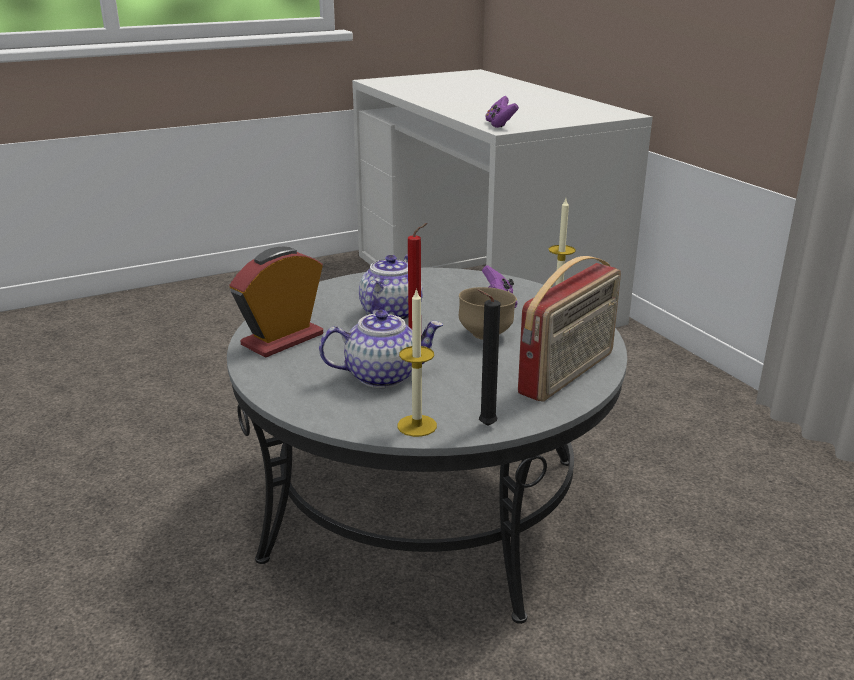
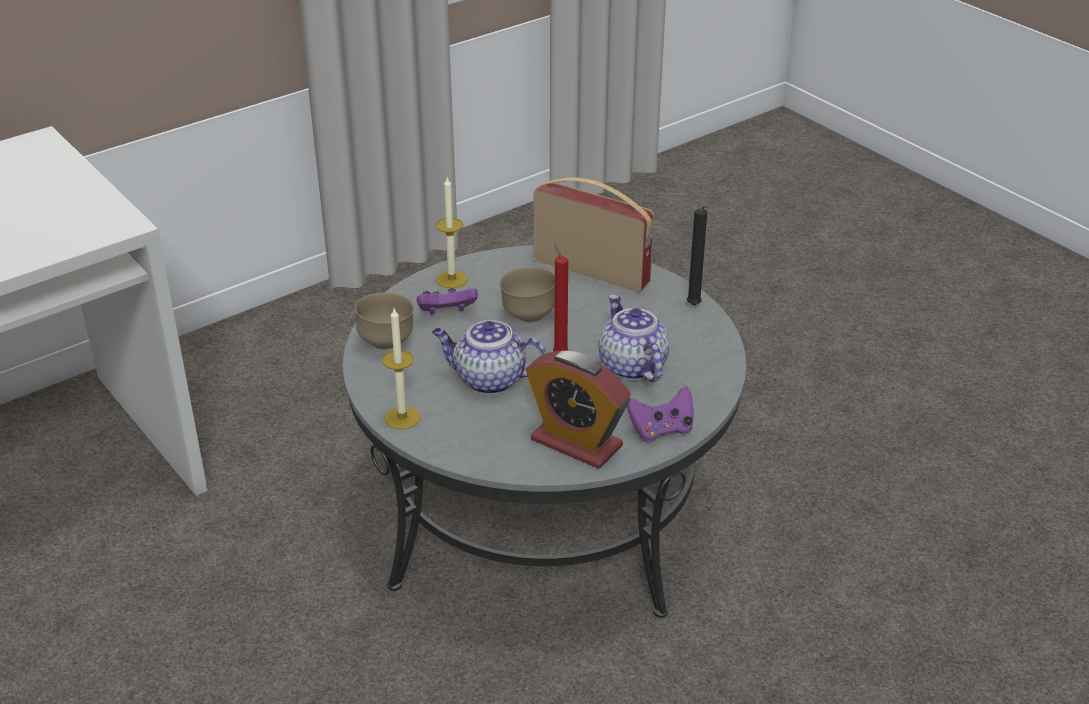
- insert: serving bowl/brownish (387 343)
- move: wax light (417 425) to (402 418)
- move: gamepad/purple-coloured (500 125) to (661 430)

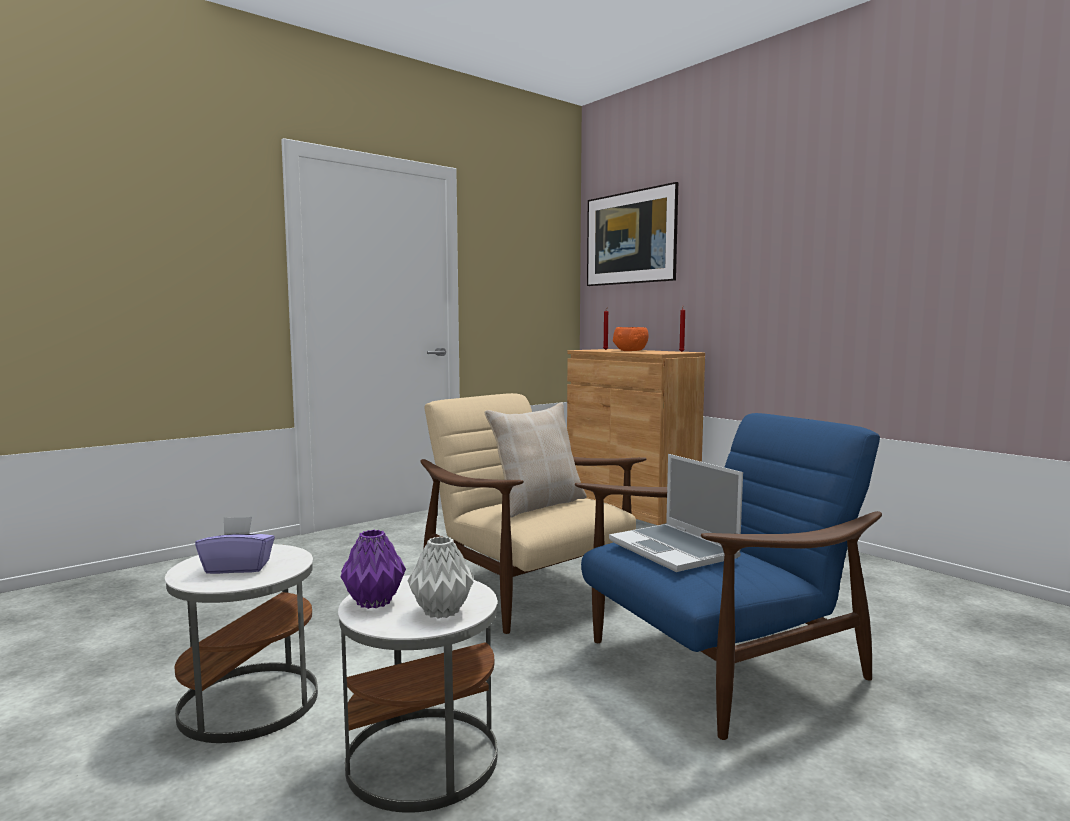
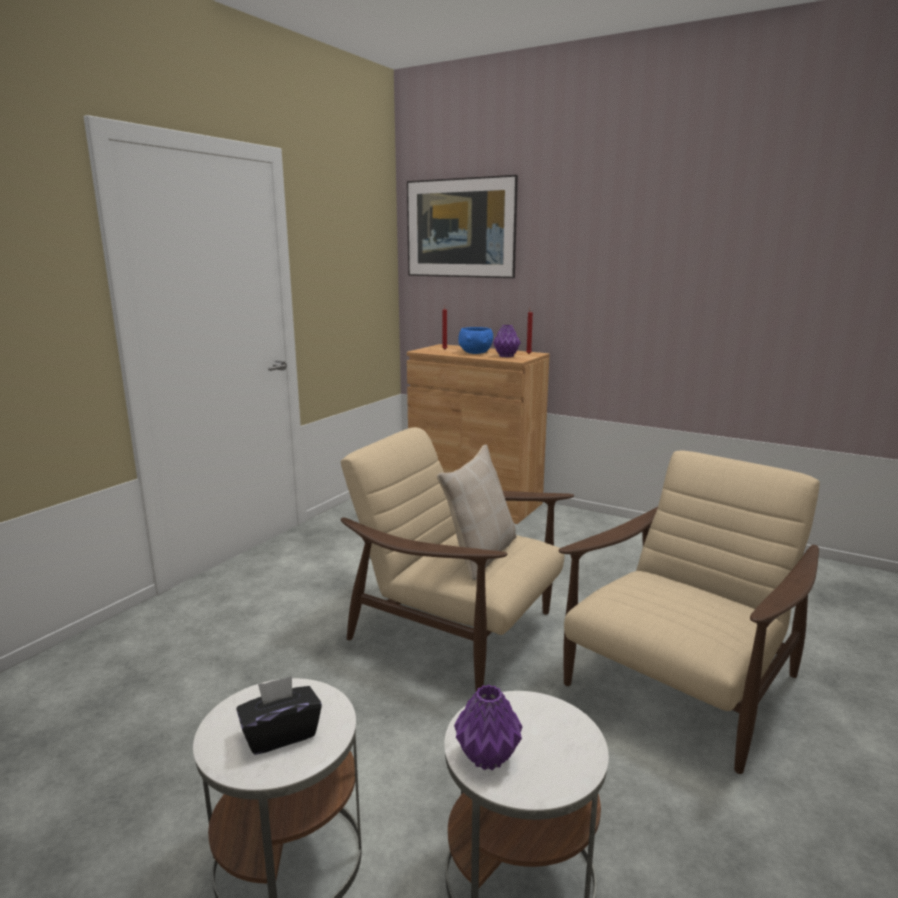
- delete: flower vase/greyish (440 612)
- delete: portable computer (675 550)
- insert: flower vase/purple-coloured (506 356)
- recolor: tissue holder/purple-coloured (238 567) to tissue holder/blackish (280 734)
- recolor: lounge chair/bluish (720 663) to lounge chair/beige (680 685)
- recolor: serving bowl/orange-coloured (630 351) to serving bowl/bluish (476 352)

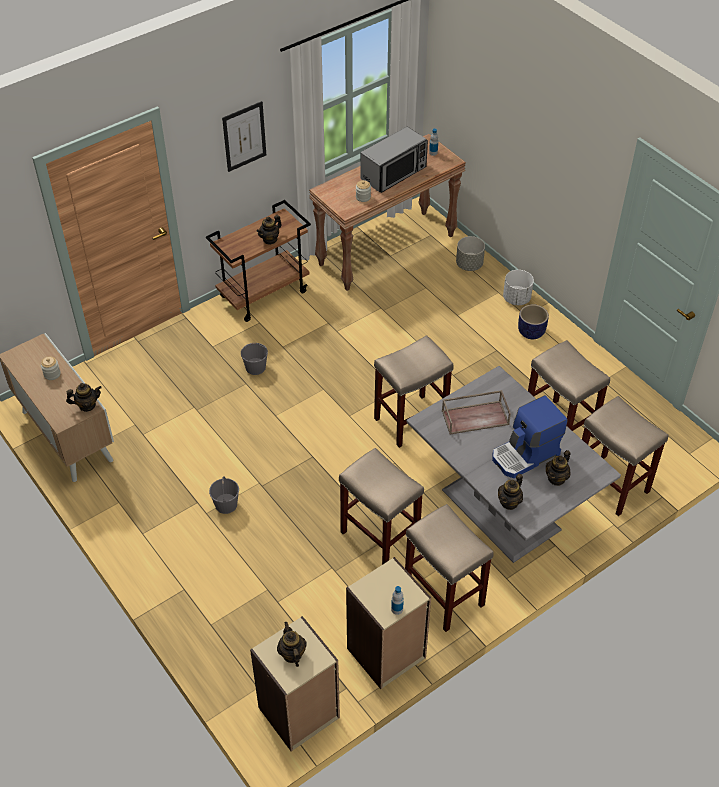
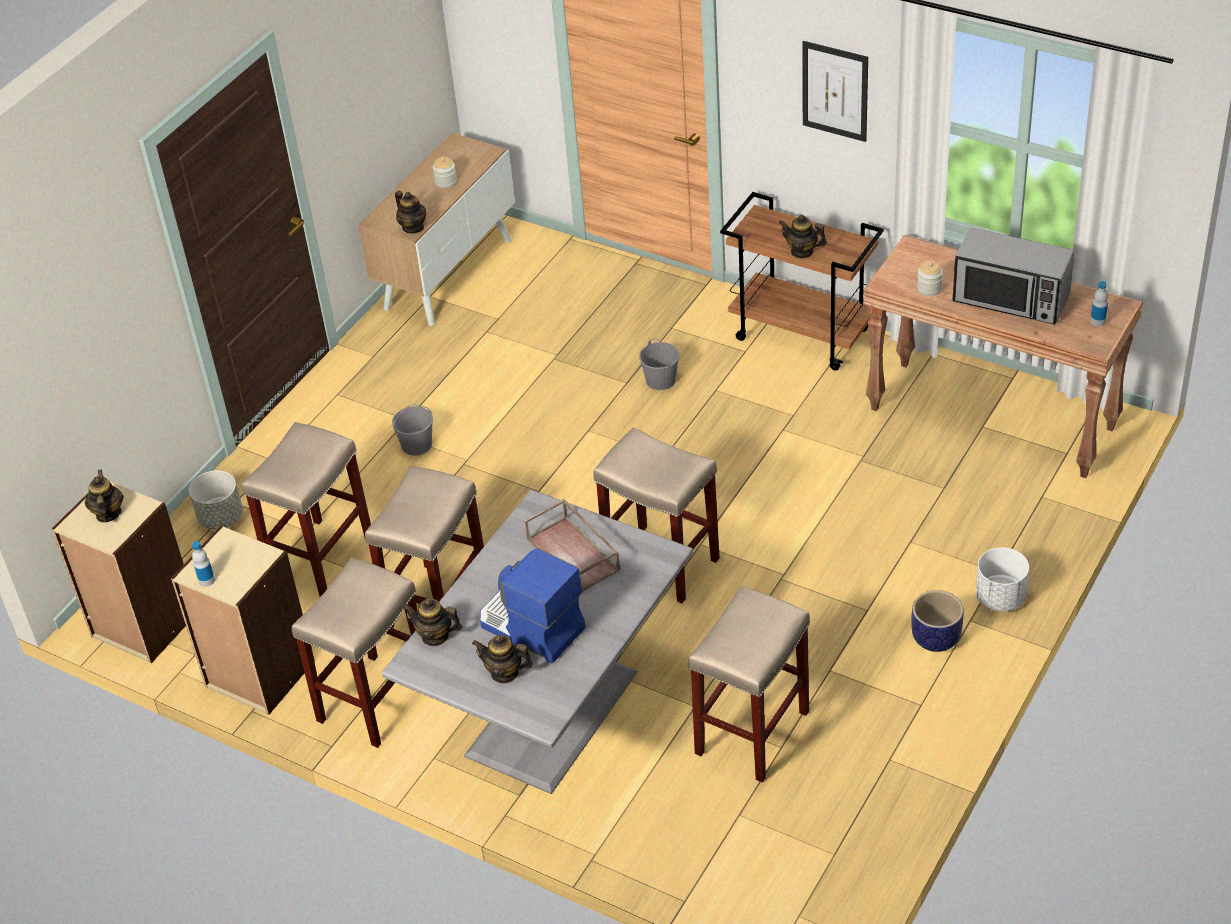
- move: flower pot/greyish (469 264) to (220 517)
- move: sitting stool/beige (612 485) to (321 560)
- rotate: teapot (292 654) = (108 514) 60 degrees counterclockwise

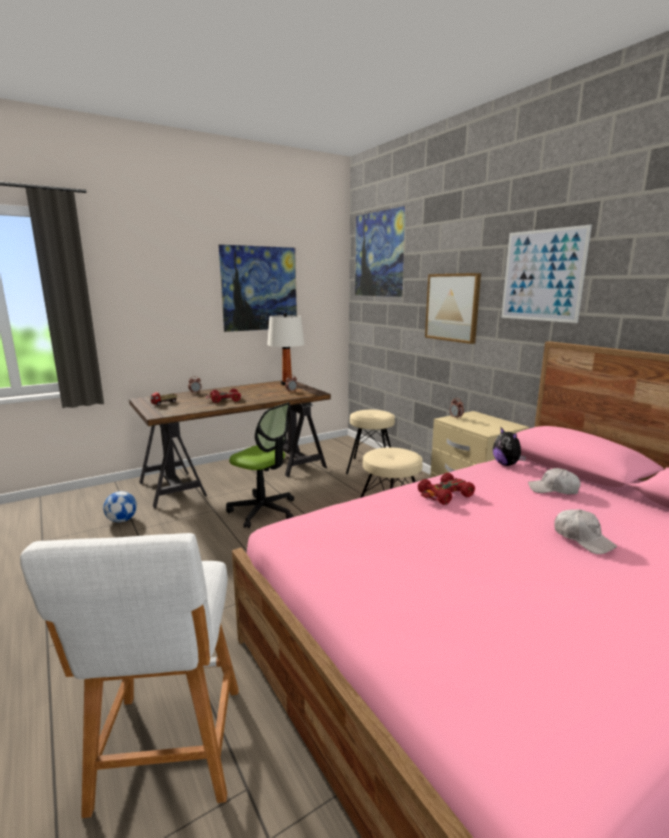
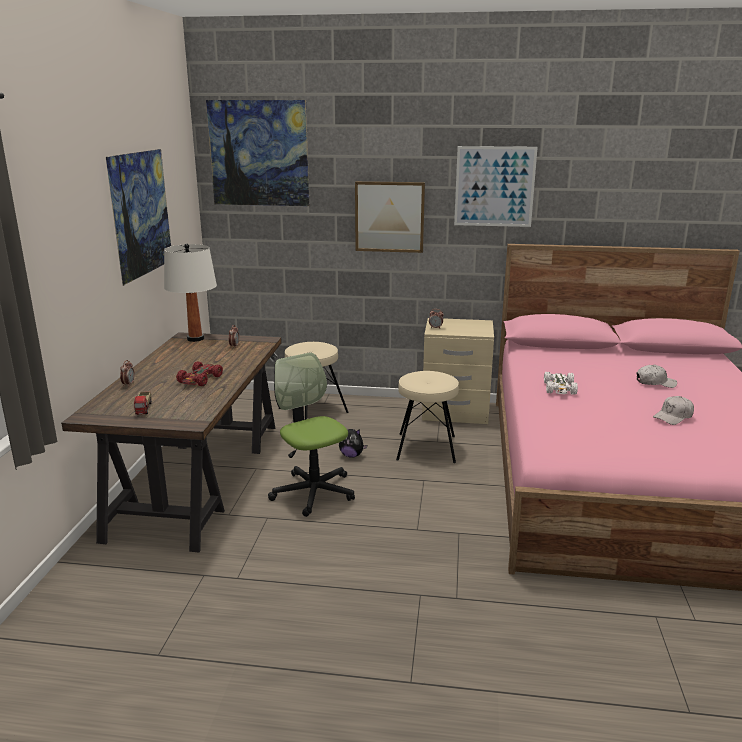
- delete: sitting stool/white-coloured (168 753)
- delete: football (122 520)
- move: cuddly toy (506 464) to (351 455)
- move: cap/white-coloured (553 489) to (673 417)
- recolor: model car/reddish (445 495) to model car/white-coloured (560 389)
- rotate: office chair (263 511) = (313 492) 105 degrees counterclockwise

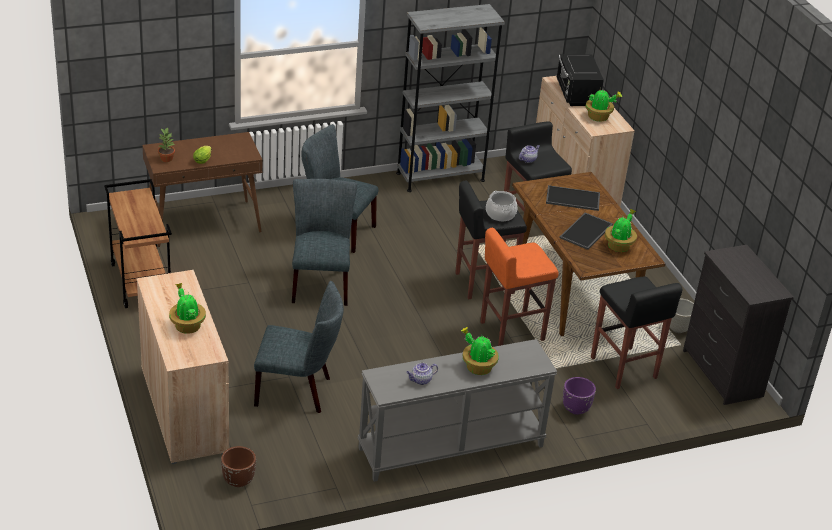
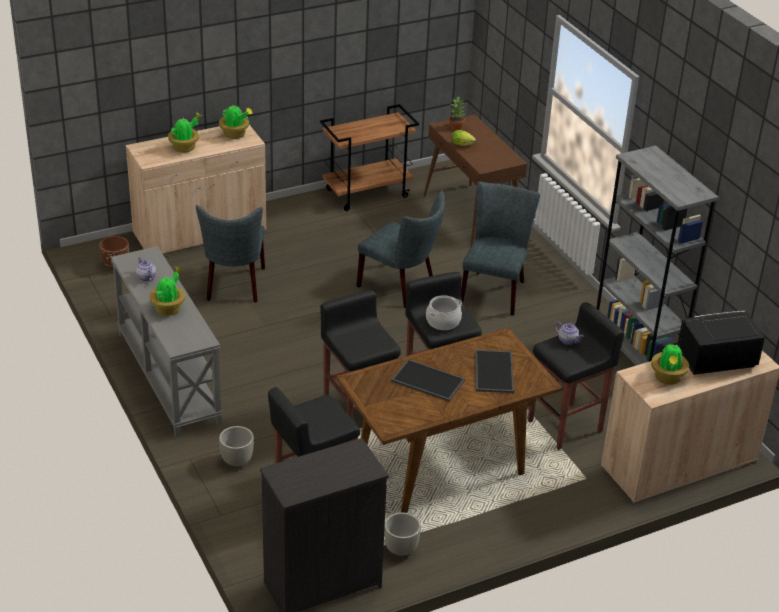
- move: potted plant (619 246) to (235 135)
- recolor: sitting stool/orange-coloured (510 331) to sitting stool/blackish (358 413)
- recolor: flower pot/purple-coloured (576 409) to flower pot/greyish (236 461)
- rotate: plain chair/greyish (320 282) = (401 287) 45 degrees clockwise

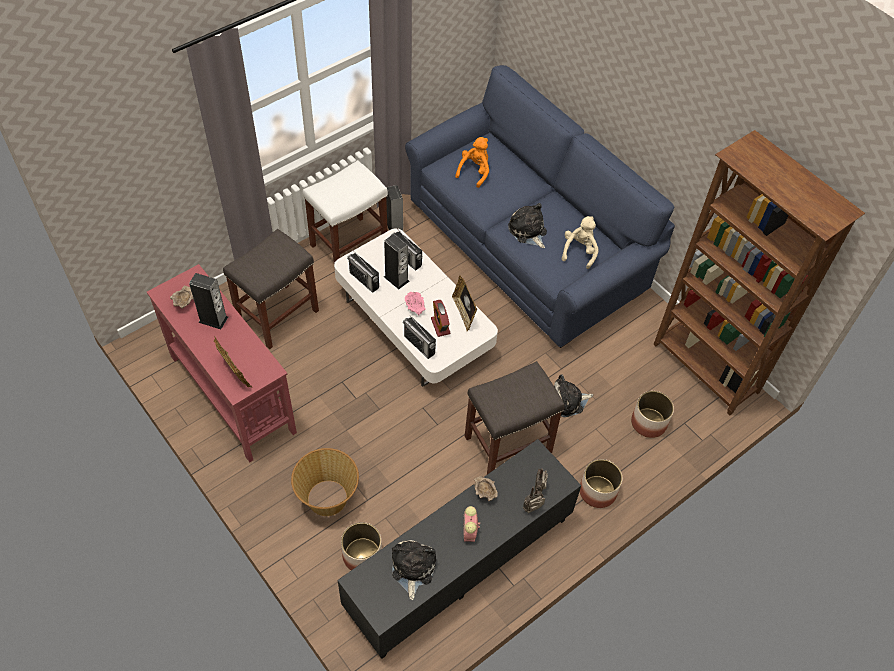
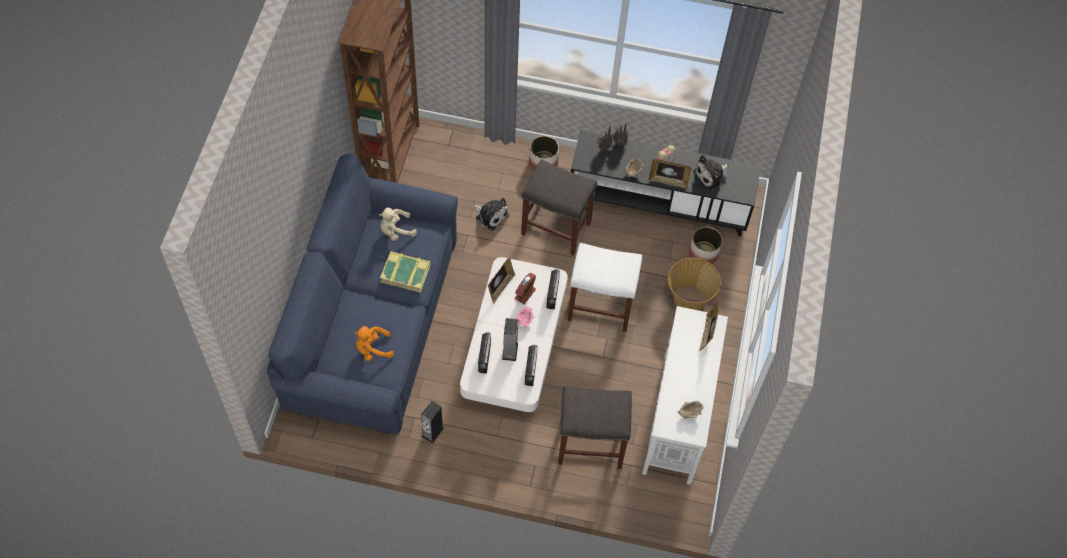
- delete: speaker (213 319)
- delete: flower pot (648 422)
- insert: standing frame (668 181)
- move: sitting stool/white-coloured (349 244) to (599 307)
- replace: cuddly toy (528 231) to book (406 273)
- recolor: narrow table/reddish (232 393) to narrow table/white-coloured (677 417)

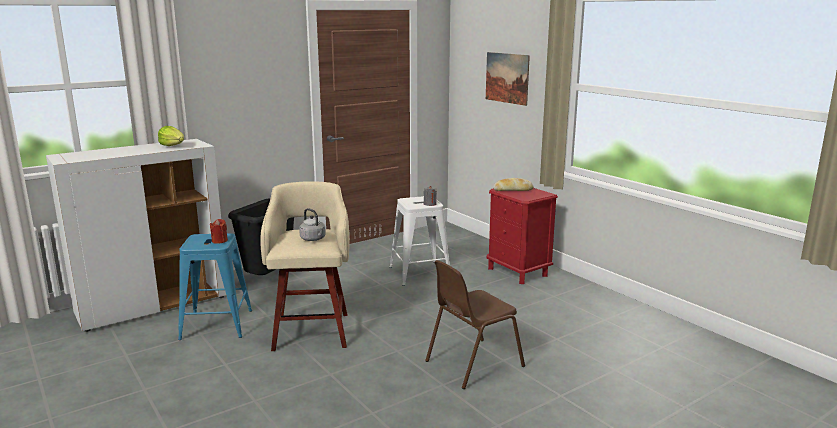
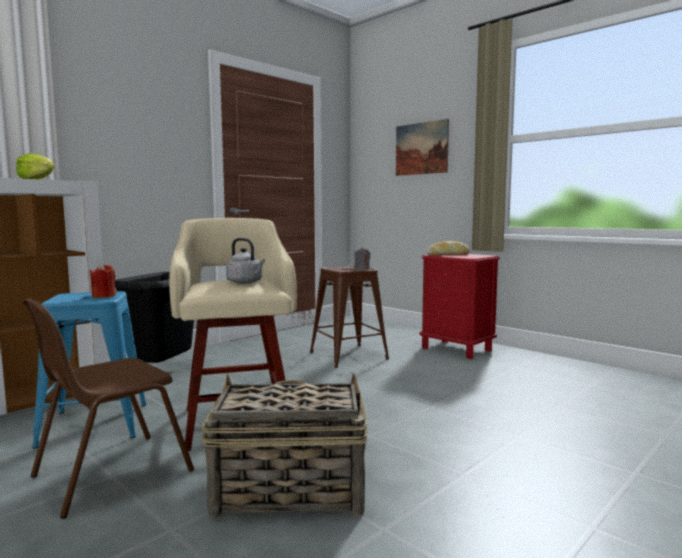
- insert: basket (287 490)
- move: plain chair/brownish (472 363) to (110 473)
- recolor: sitting stool/white-coloured (419 273) to sitting stool/brownish (348 356)

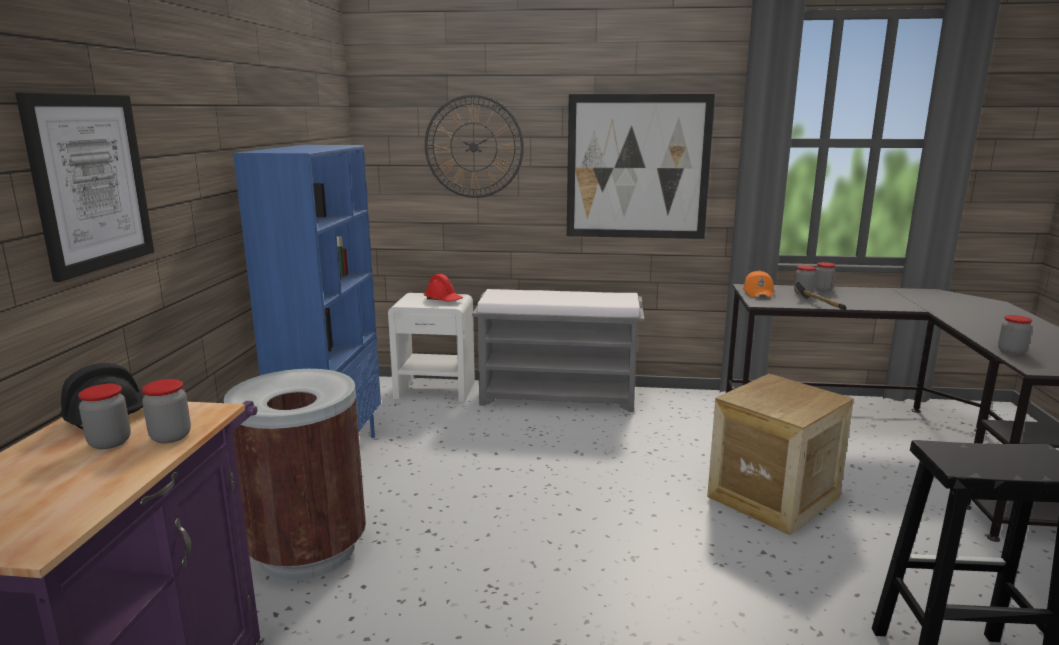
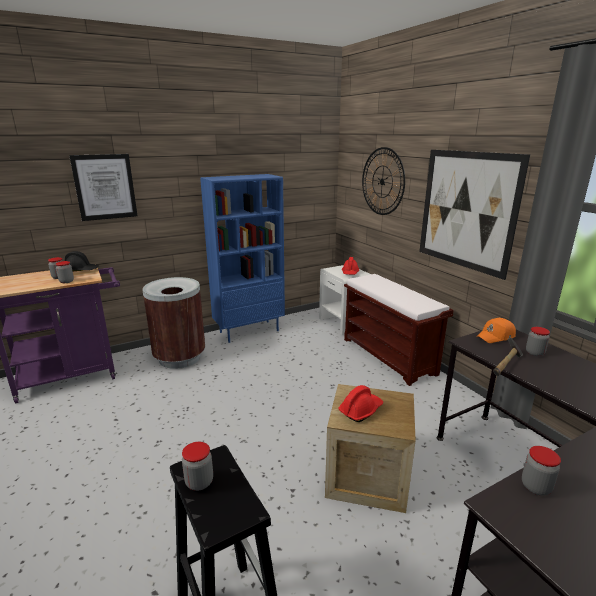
- insert: work helmet/reddish (360 410)
- move: jar (823 289) to (199 482)
- recolor: bench/greyish (559 397) to bench/brownish (389 356)

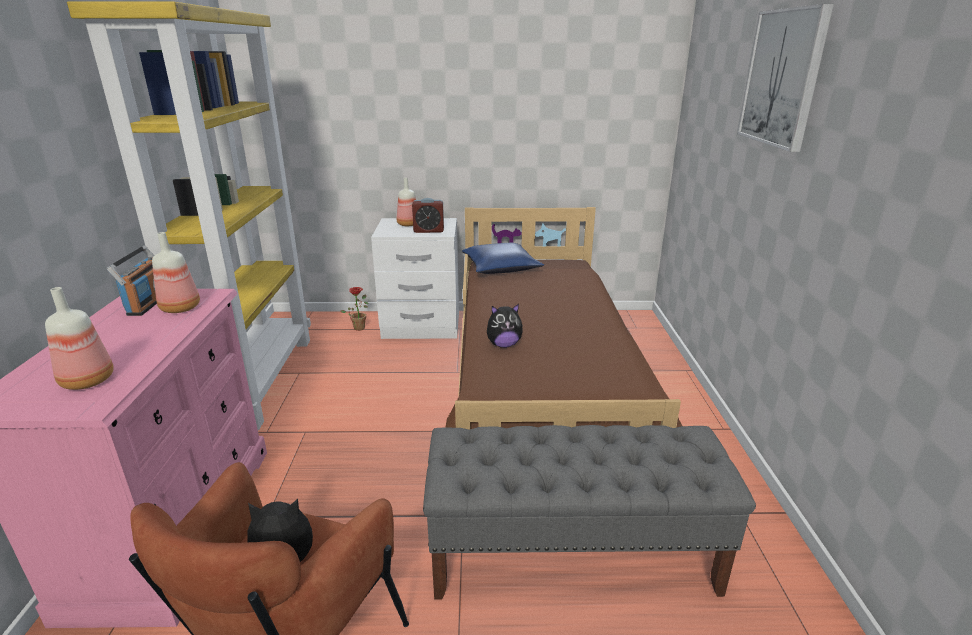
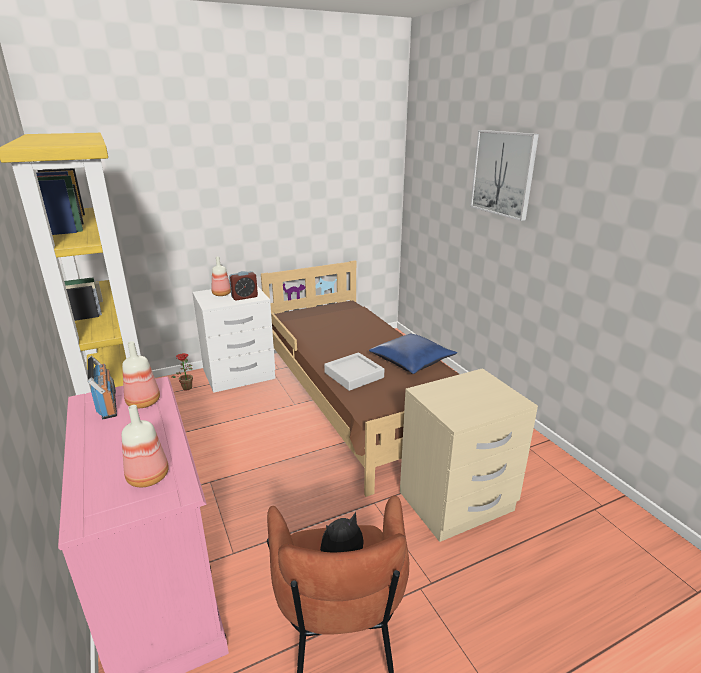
- move: throw pillow/bluish (501 267) to (412 360)
- replace: bench/greyish (572 554) to bedside table/beige (457 503)
- replace: cuddly toy (504 345) to tray/greyish (354 375)

